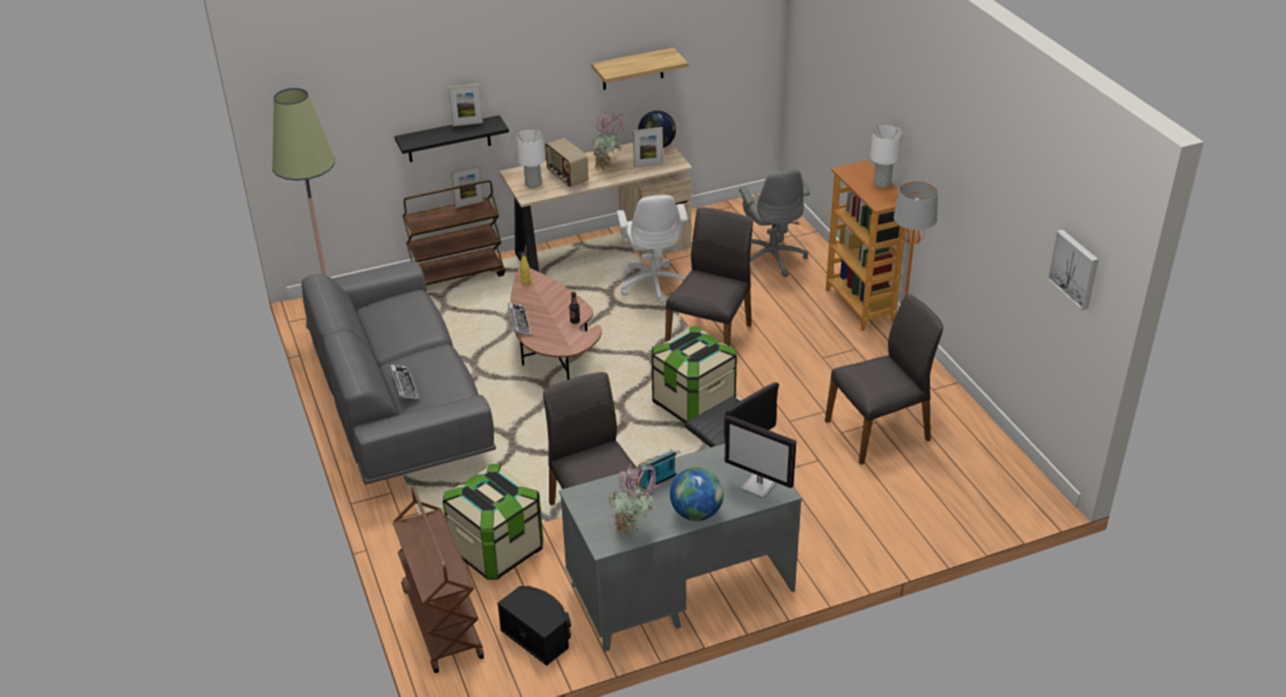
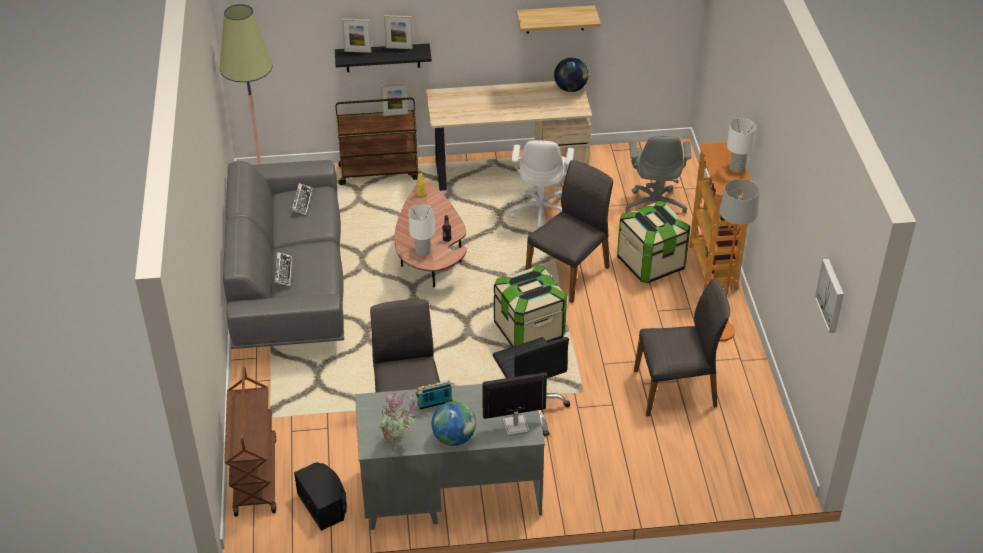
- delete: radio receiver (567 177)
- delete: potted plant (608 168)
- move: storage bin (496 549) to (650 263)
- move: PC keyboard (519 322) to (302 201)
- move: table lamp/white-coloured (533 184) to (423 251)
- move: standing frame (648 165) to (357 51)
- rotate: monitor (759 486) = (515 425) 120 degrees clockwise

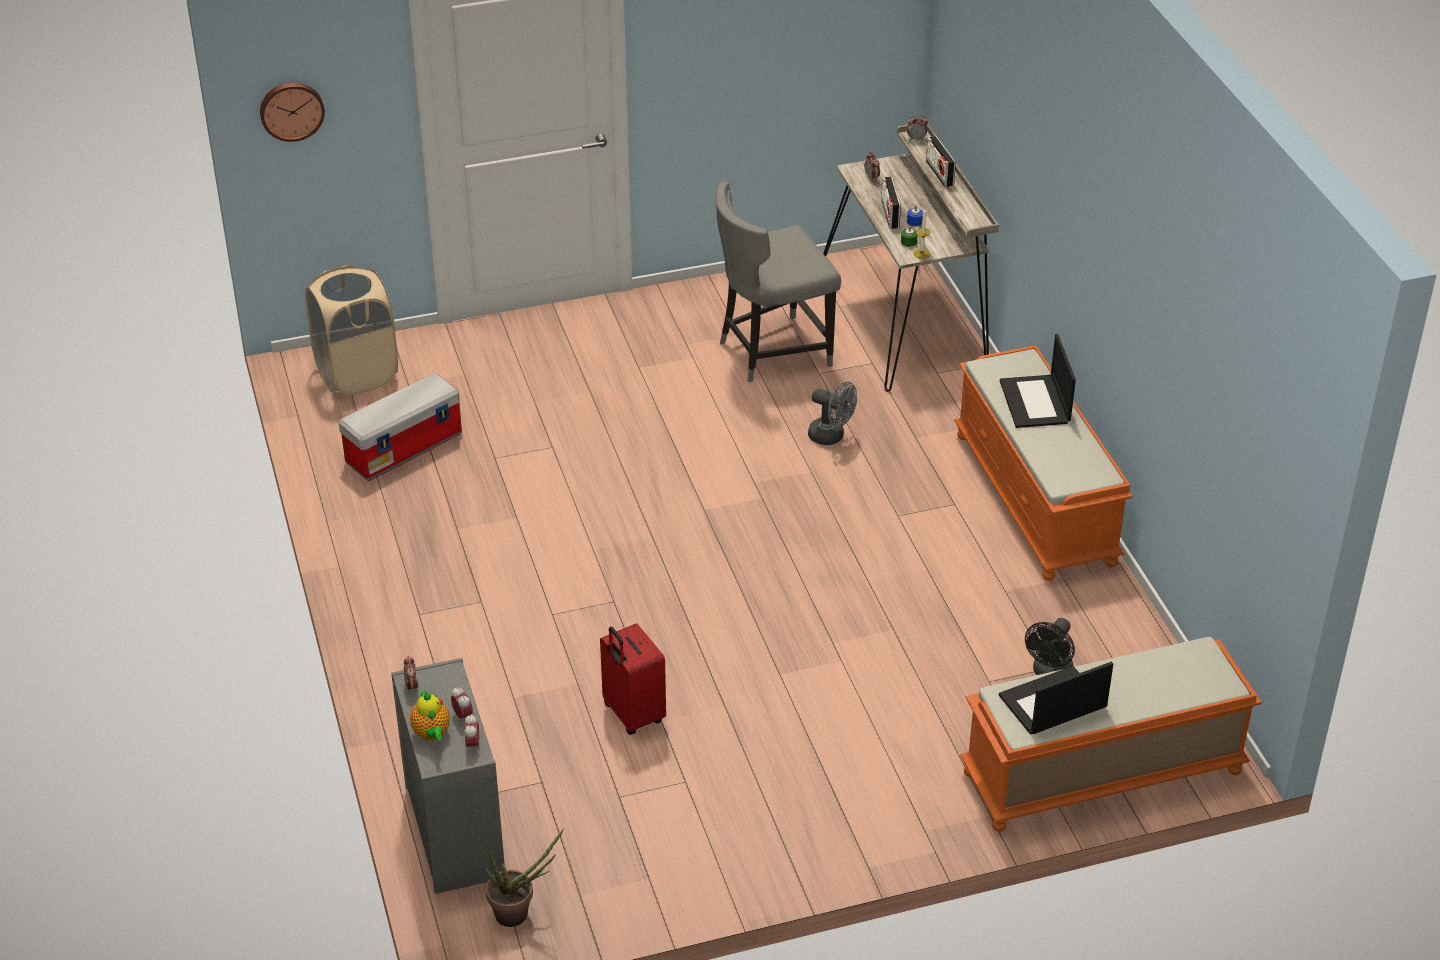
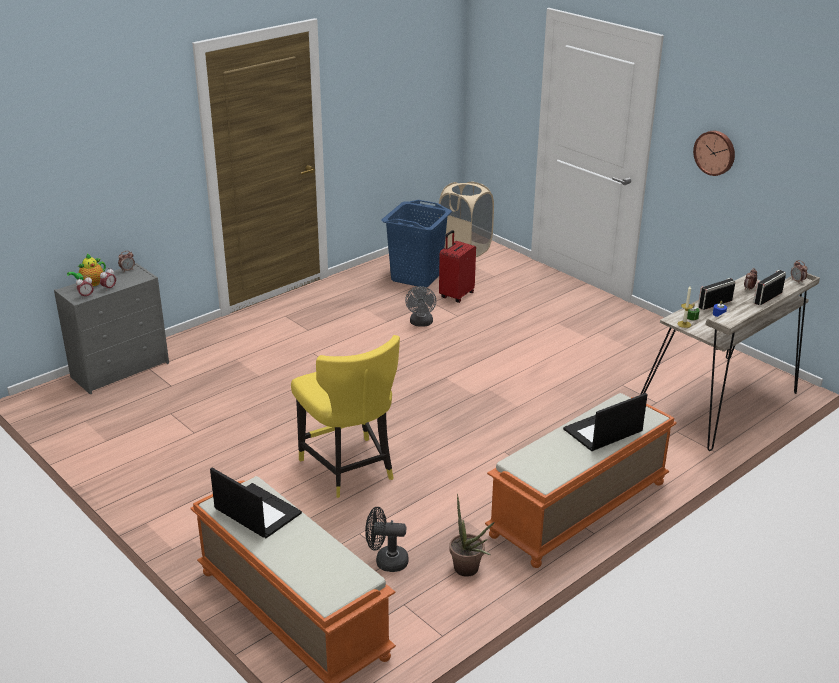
- delete: plain chair/greyish (771 352)
- insert: plain chair/yellowish (349 469)
- move: clock on the wall (291 110) to (715 152)
- move: potted plant (519 913) to (469 572)
- move: piece of luggage/reddish (632 715) to (456 295)
- move: fan/greyish (831 436) to (421 323)
- replace: storage bin (404 447) to washing basket/bluish (417 276)

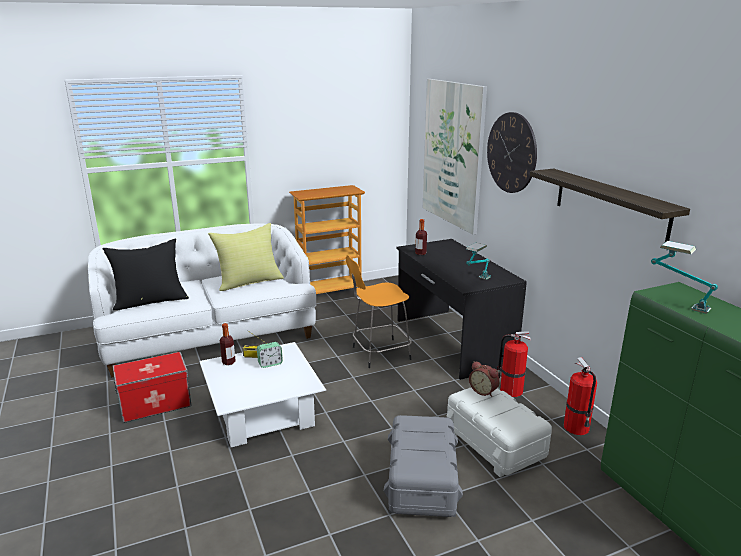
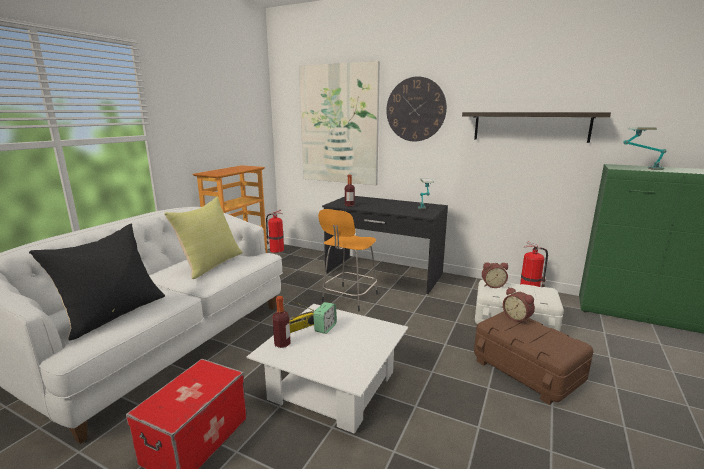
- insert: table clock (517 318)
- move: fire extinguisher (510 390) to (276 250)
- recolor: storage bin/greyish (422 483) to storage bin/brownish (527 370)

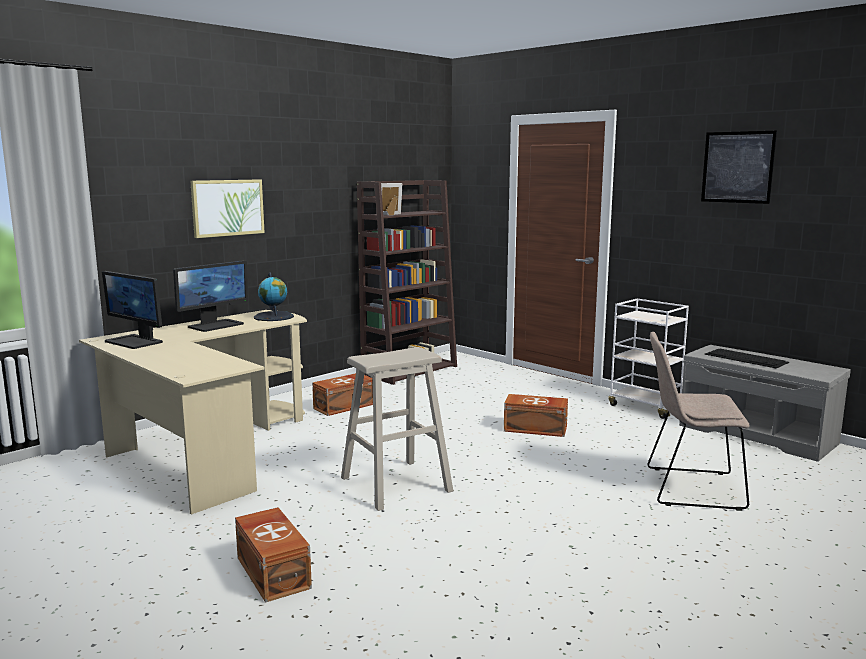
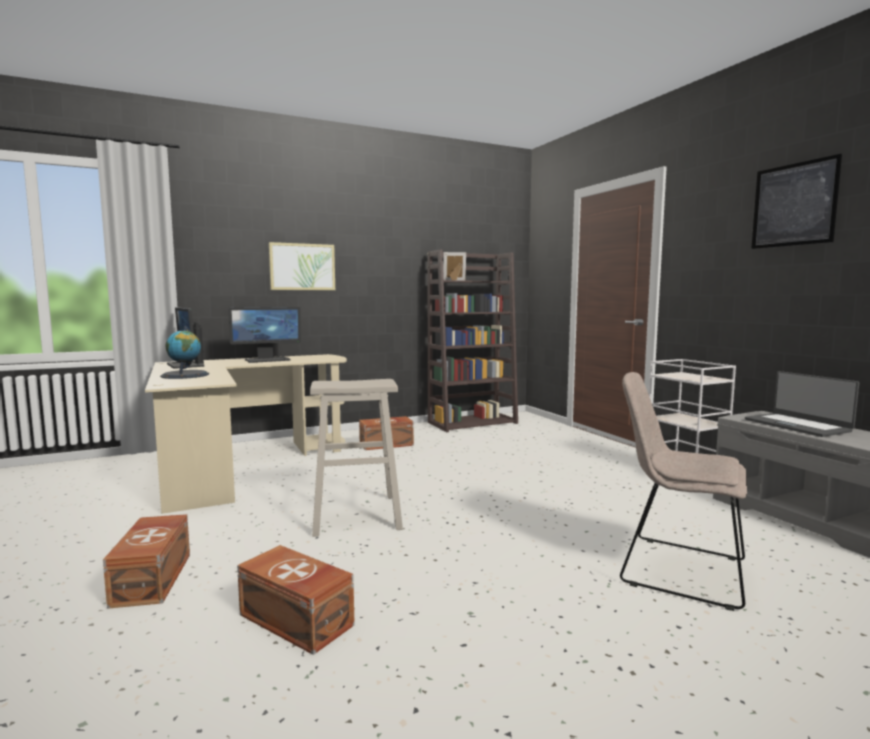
- move: globe (274 317) to (185 375)
- move: storage bin/brownish (536 429) to (296 621)
- replace: PC keyboard (746 358) to portable computer (797 425)

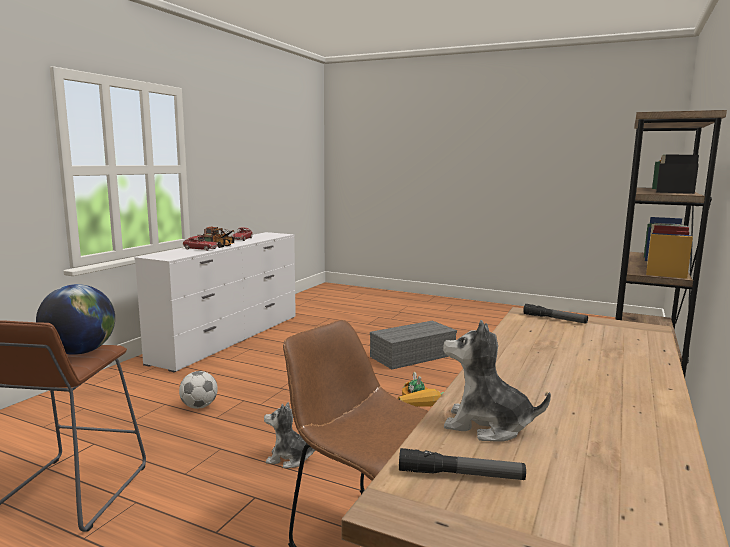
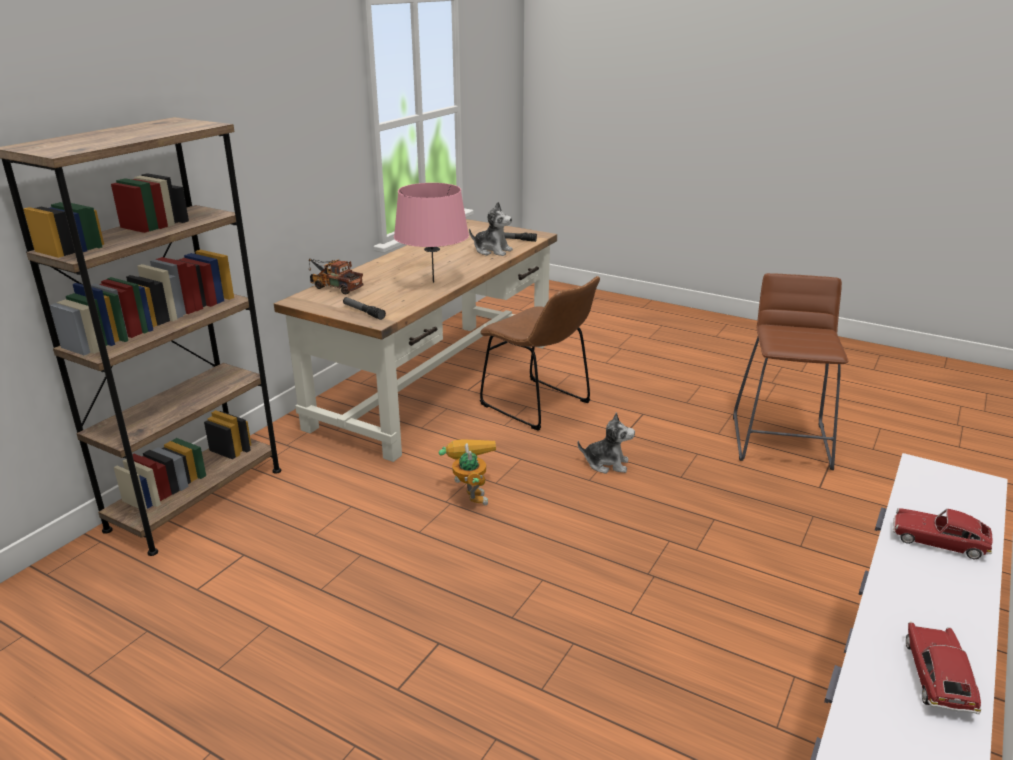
- delete: globe (80 352)
- delete: football (199 406)
- delete: storage bin/greyish (413 355)
- insert: table lamp/pinkish (433 282)
- move: model truck (218 246) to (334 287)

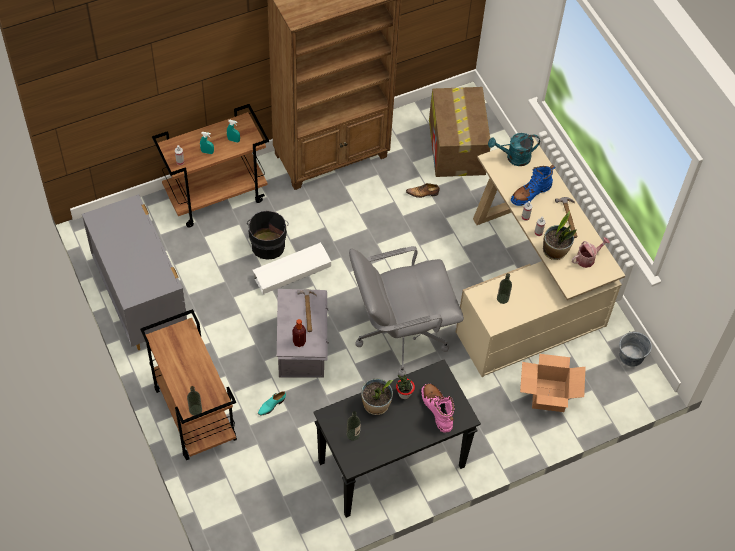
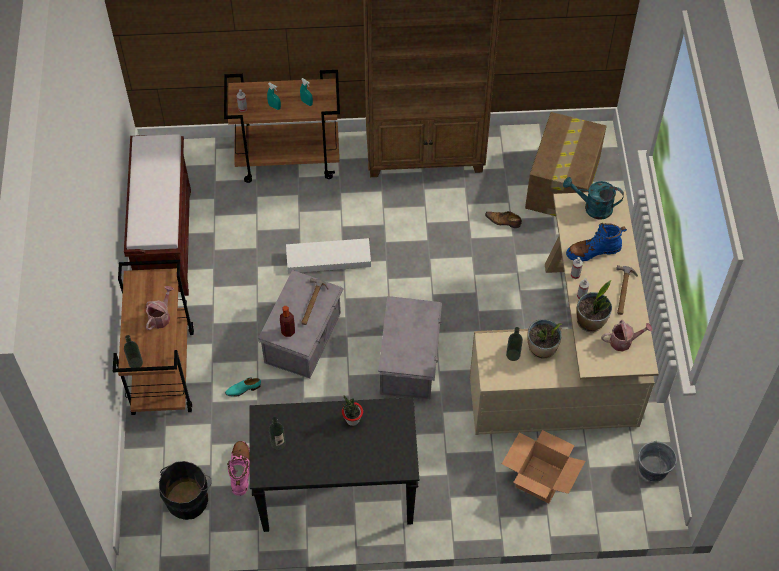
- insert: sprinkling can (161 316)
- move: bucket/blackish (268 244) to (188 498)
- move: potted plant (376 405) to (542 349)
- move: boot/pinkish (437 409) to (241 470)
- replace: drawer chest/greyish (141 301) to bench/brownish (165 241)
- replace: office chair/greyish (400 334) to storage bin/greyish (410 360)

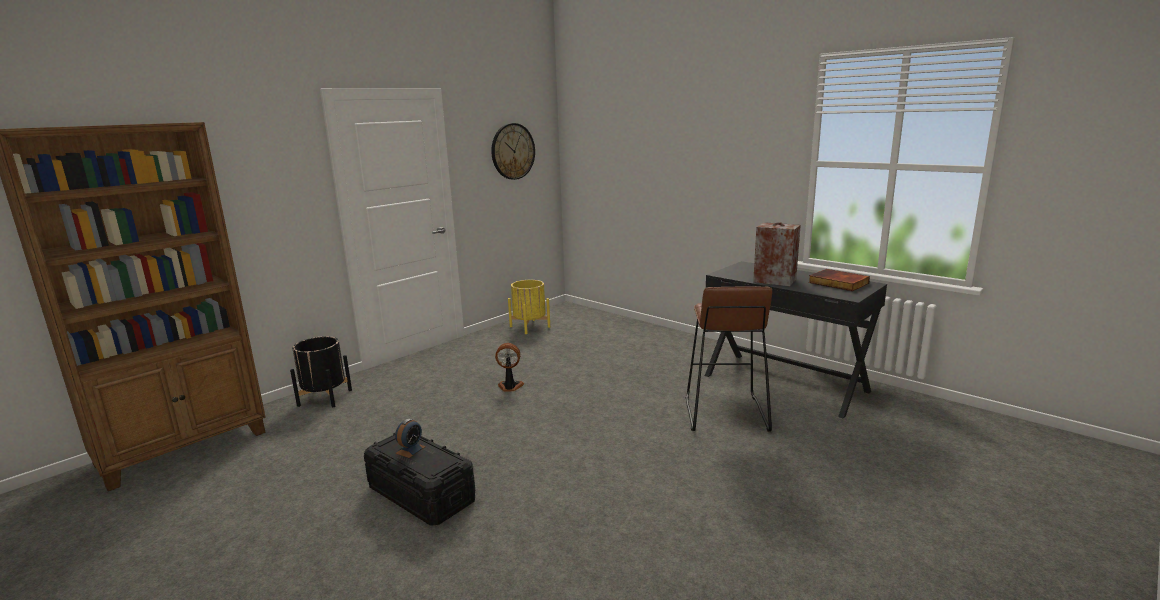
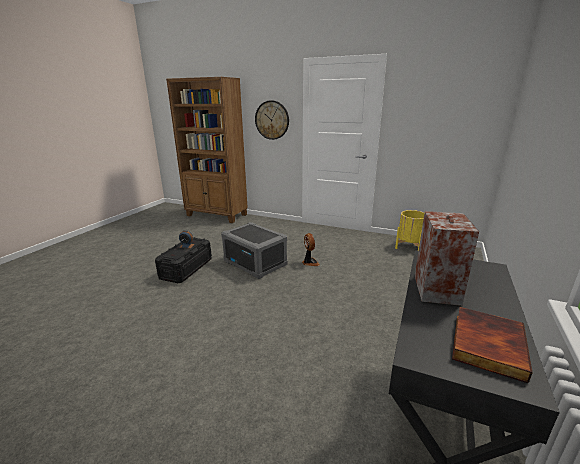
- delete: flower pot/blackish (325 398)
- delete: sitting stool/brownish (724 414)
- insert: storage bin/greyish (255 263)
- move: clock on the wall (512 151) to (272 120)

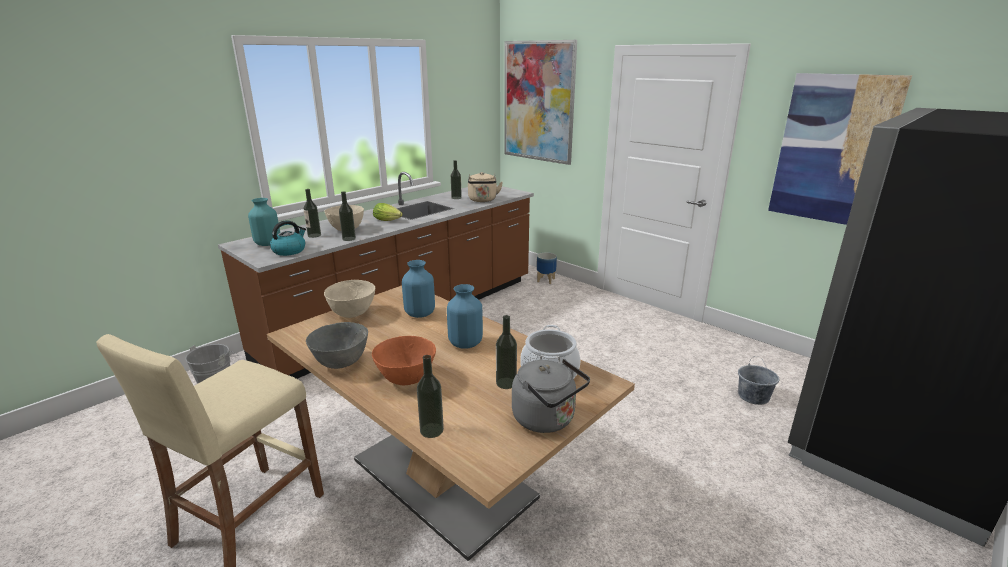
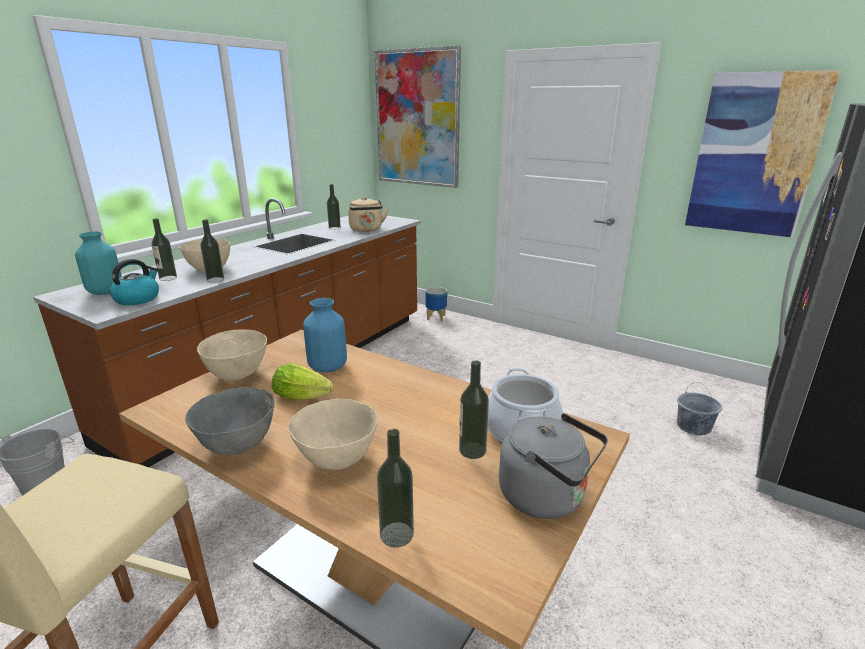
- delete: flower vase/bluish (466 343)
- move: lettuce (388 220) to (304 396)
- recolor: serving bowl/orange-coloured (407 379) to serving bowl/beige (337 459)

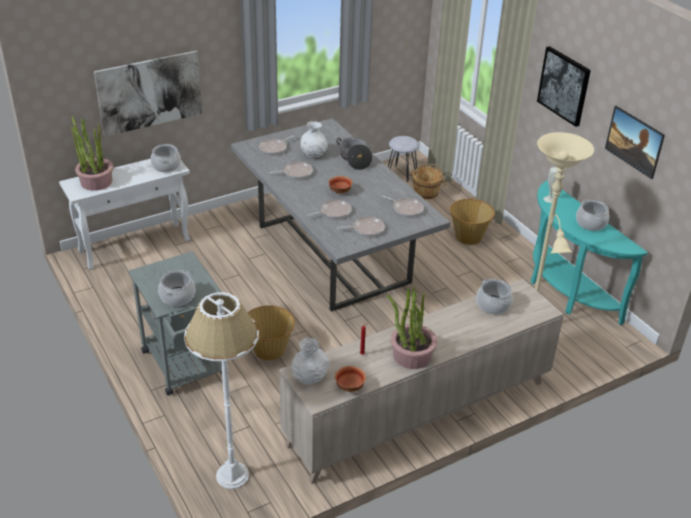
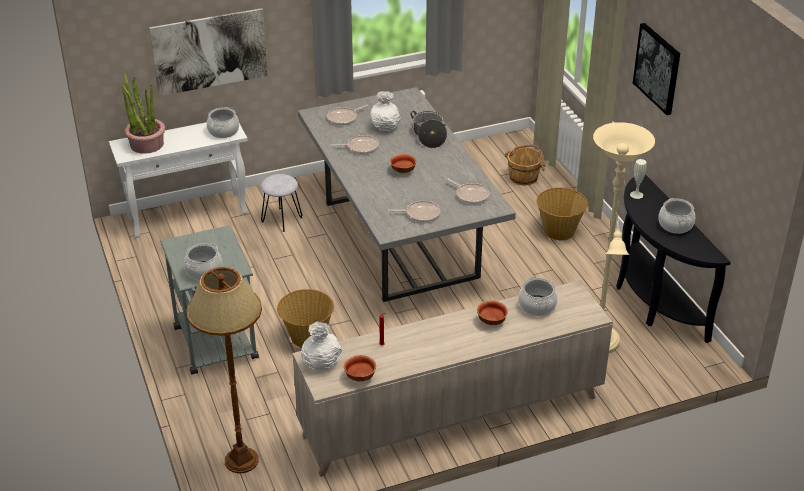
- delete: pan (334 212)
- delete: potted plant (411 355)
- delete: wall picture (631 152)
- insert: serving bowl (492 321)
- move: sitting stool/greyish (401 173) to (281 219)
- recolor: floor lamp/white-coloured (232 476) to floor lamp/brownish (241 460)
- recolor: narrow table/blue-green (564 291) to narrow table/blackish (652 300)

